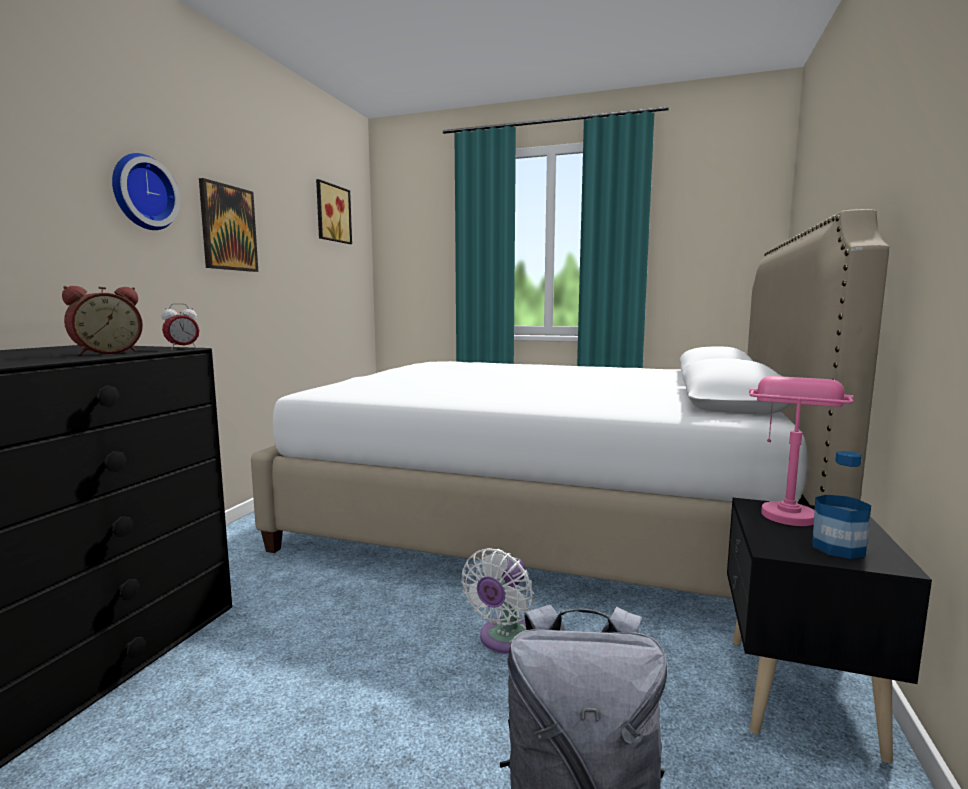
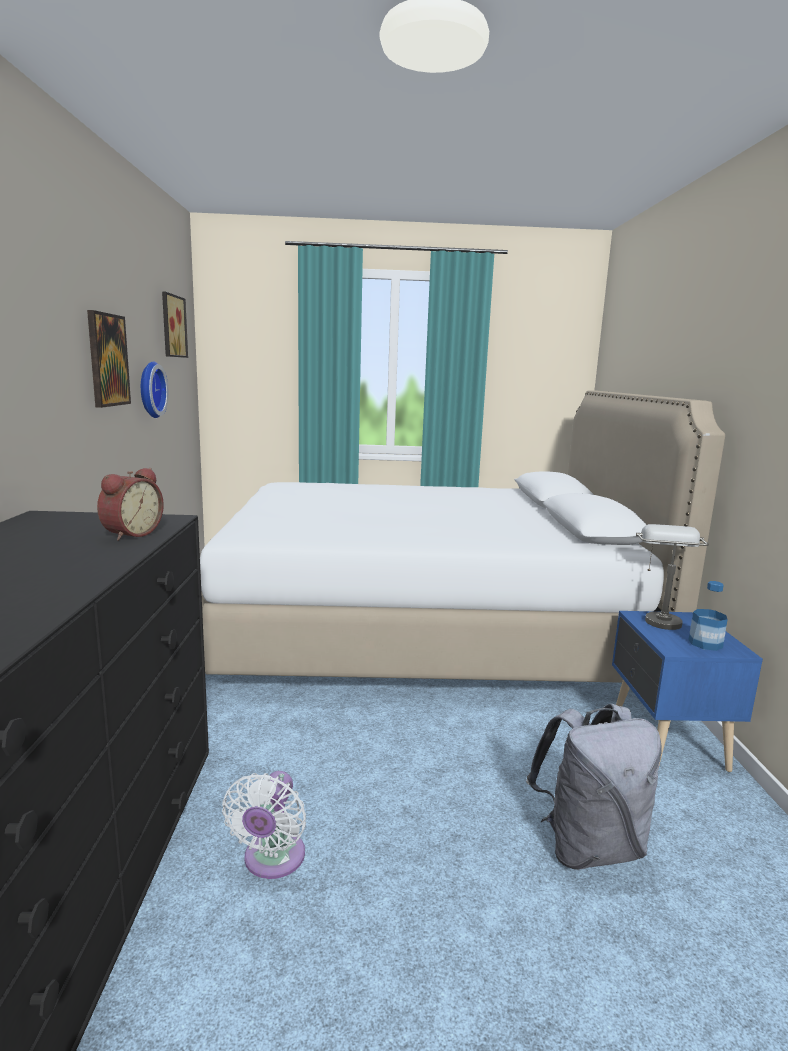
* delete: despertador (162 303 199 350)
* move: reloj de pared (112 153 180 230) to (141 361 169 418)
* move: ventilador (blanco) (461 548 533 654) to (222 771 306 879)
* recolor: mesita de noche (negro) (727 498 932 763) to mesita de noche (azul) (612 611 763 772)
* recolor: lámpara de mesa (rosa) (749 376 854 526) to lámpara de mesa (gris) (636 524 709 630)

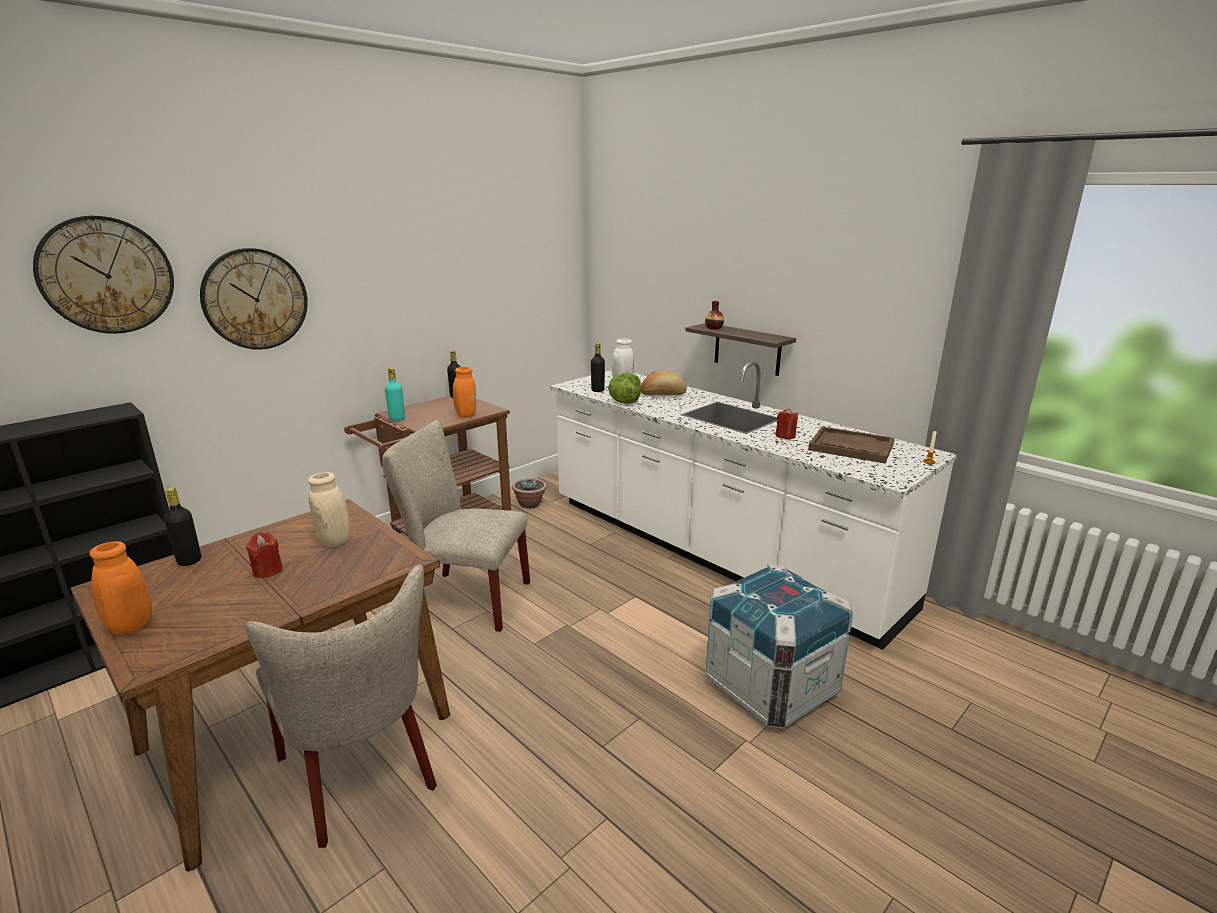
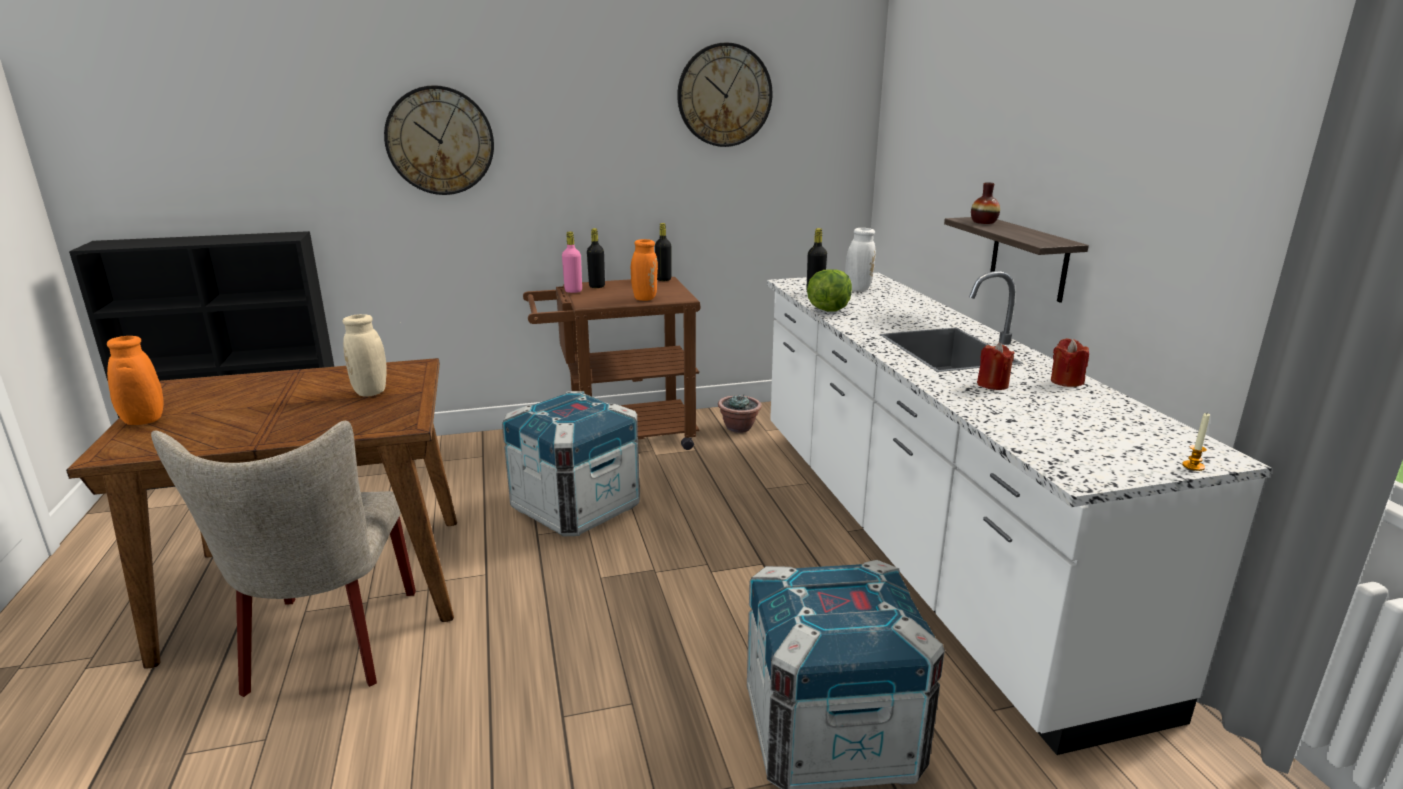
* delete: pan (641 370 687 395)
* delete: bandeja (marrón) (808 427 895 463)
* move: reloj de pared (33 216 174 334) to (677 42 773 147)
* move: botella (negro) (164 487 201 566) to (587 228 605 288)
* move: vela (rojo) (246 532 283 578) to (1051 338 1089 387)
* replace: silla (beis) (382 420 530 632) to caja de embalaje (502 391 640 537)
* recolor: botella (turquesa) (385 368 405 421) to botella (rosa) (562 231 582 293)

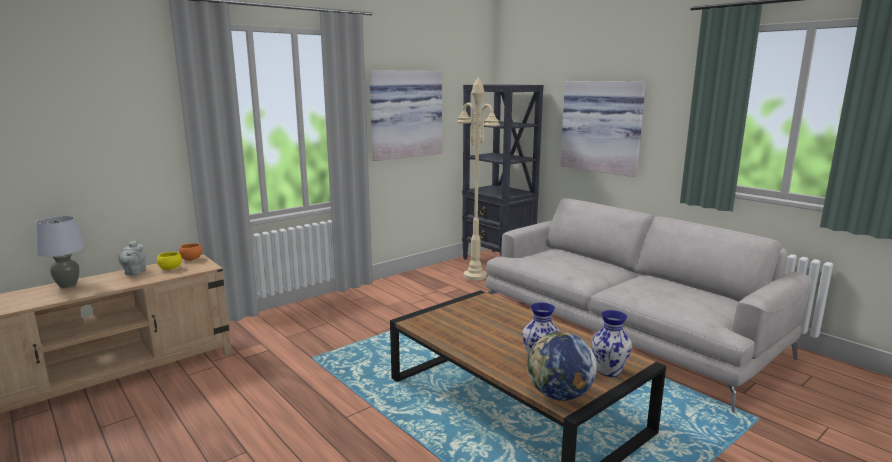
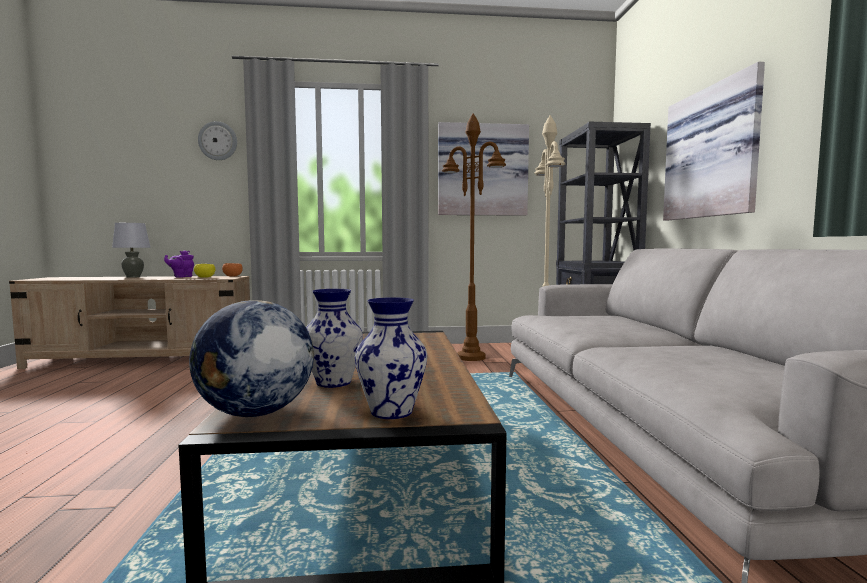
* insert: reloj de pared (198 121 237 160)
* insert: lámpara de pie (marrón) (442 113 506 361)
* recolor: tetera (gris) (118 240 146 275) to tetera (morado) (164 250 194 278)

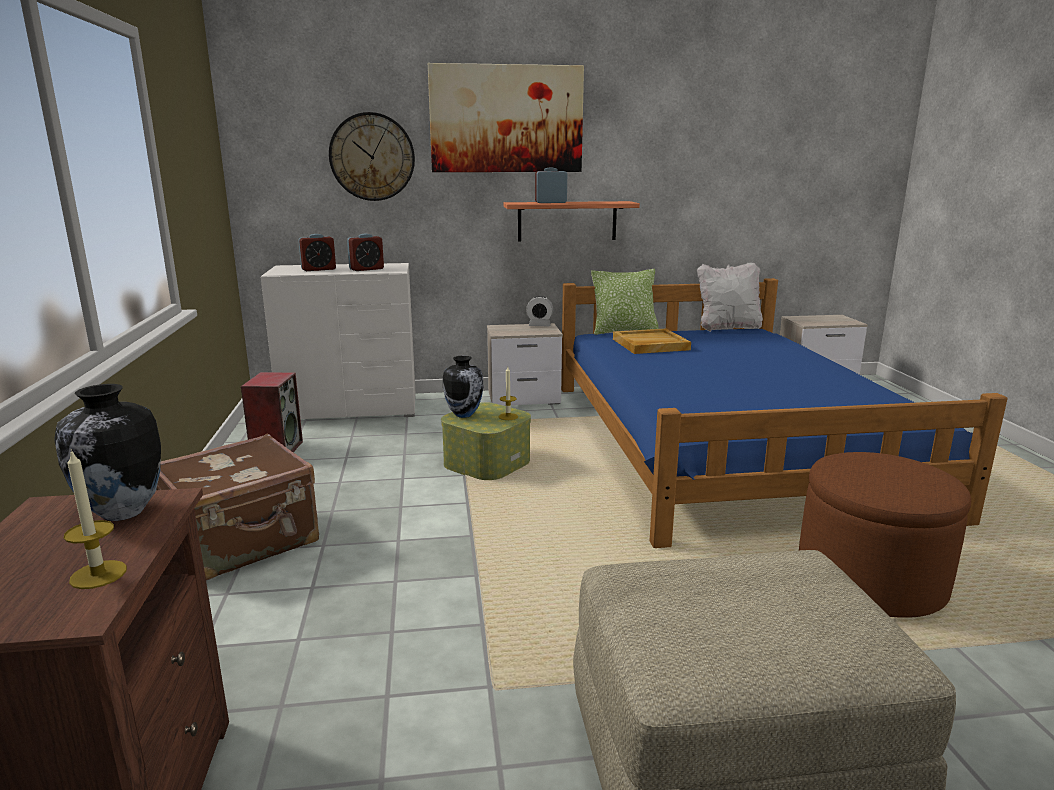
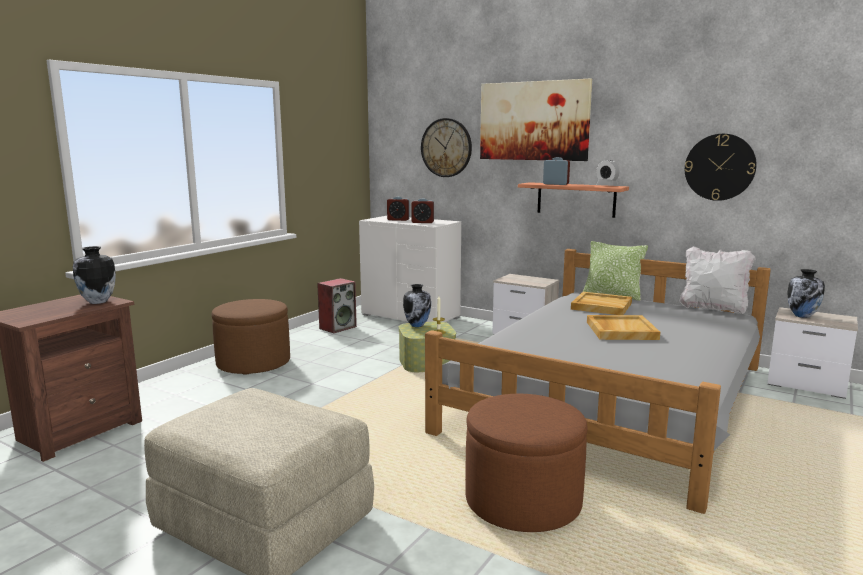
* delete: vela (64 449 127 589)
* insert: bandeja (beis) (587 315 660 340)
* insert: reloj de pared (685 134 757 201)
* insert: florero (787 269 825 318)
* move: despertador (526 296 554 326) to (596 160 619 186)
* replace: maleta (marrón) (156 434 319 581) to puf (marrón) (212 299 290 375)
* recolor: cama (azul) (561 278 1008 548) to cama (gris) (425 249 771 514)

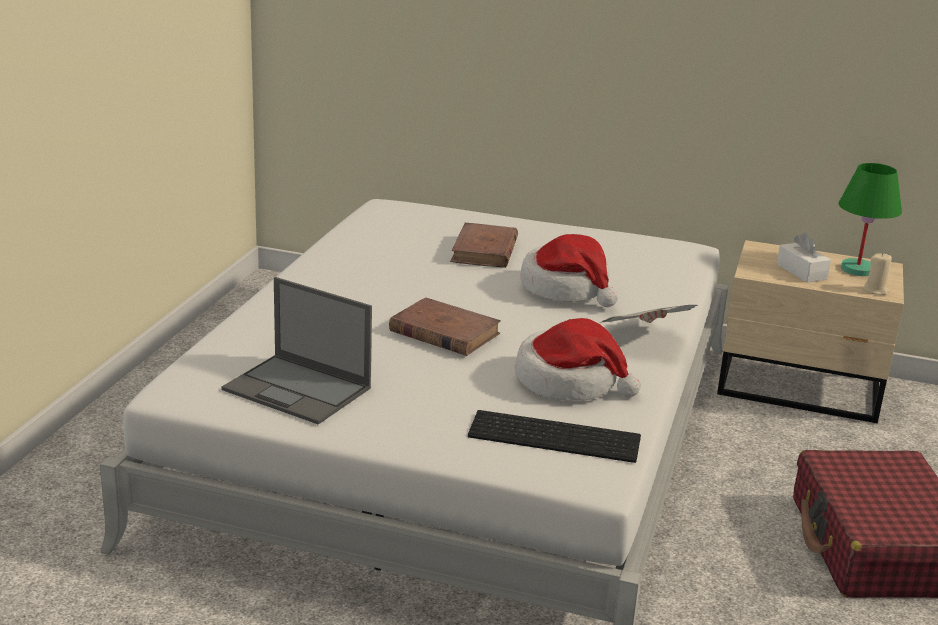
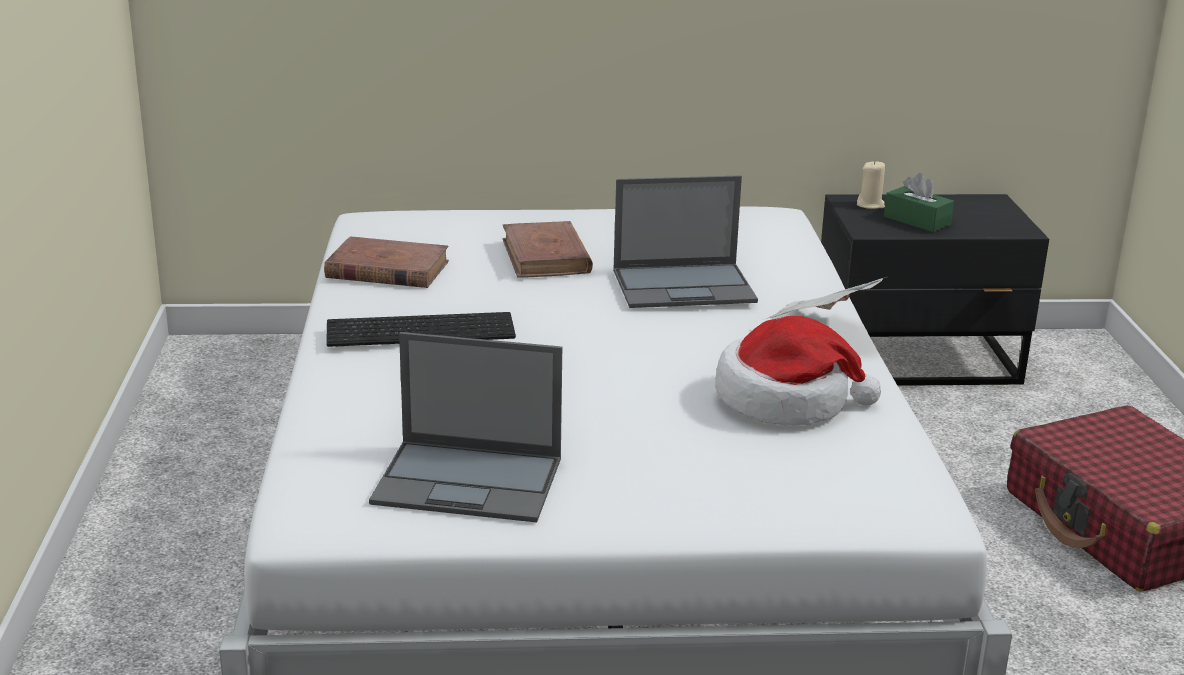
* delete: lámpara de mesa (verde) (839 163 902 276)
* move: libro (marrón) (389 297 501 356) to (324 236 449 288)
* move: teclado (468 410 641 463) to (326 312 516 347)
* move: vela (beis) (863 253 892 295) to (857 160 885 209)
* replace: sombrero (520 234 618 307) to portátil (613 175 758 308)
* recolor: mesita de noche (beis) (717 240 904 423) to mesita de noche (negro) (821 194 1049 386)
* recolor: caja de pañuelos (blanco) (777 233 831 283) to caja de pañuelos (verde) (884 173 954 232)

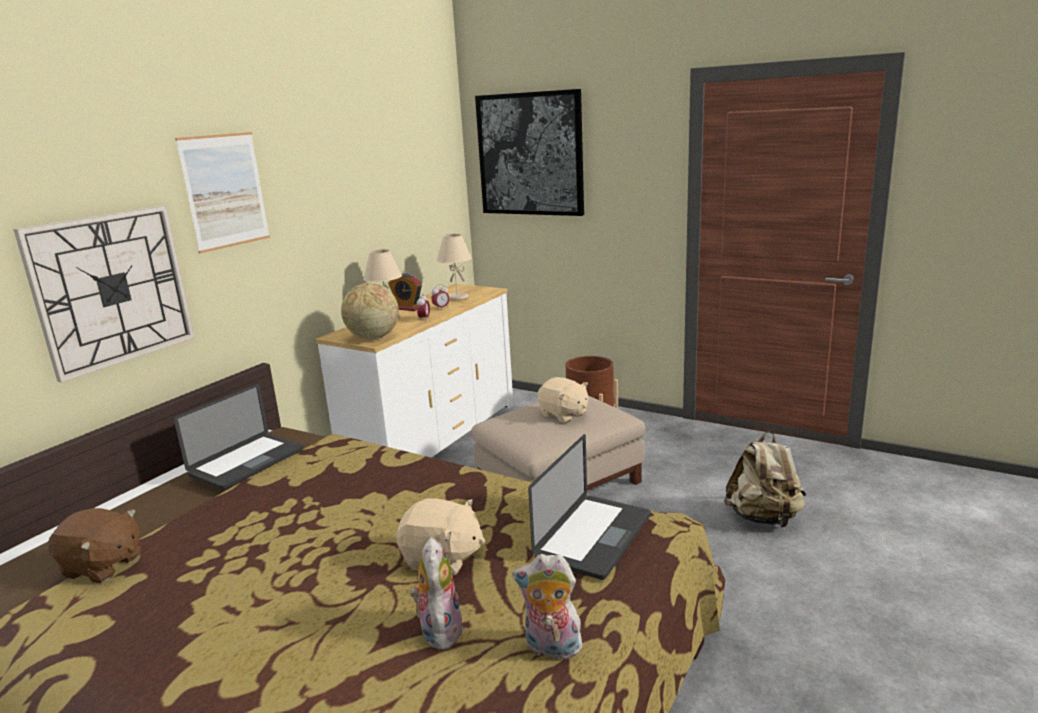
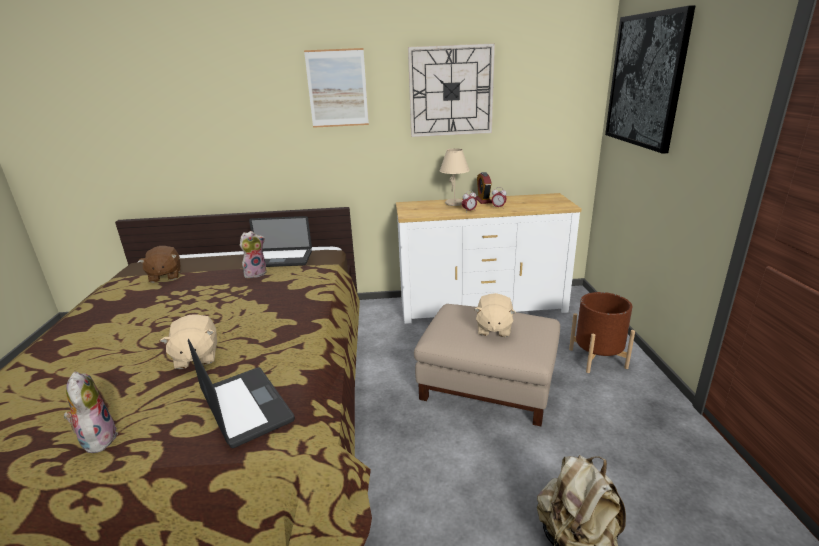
* delete: globo terráqueo (341 283 399 339)
* delete: lámpara de mesa (beis) (437 234 472 301)
* move: reloj de pared (13 206 195 383) to (408 43 495 137)
* move: peluche (410 537 463 650) to (240 231 267 278)
* rotate: portátil (528 434 651 580) = (188 339 295 448) 120 degrees counterclockwise

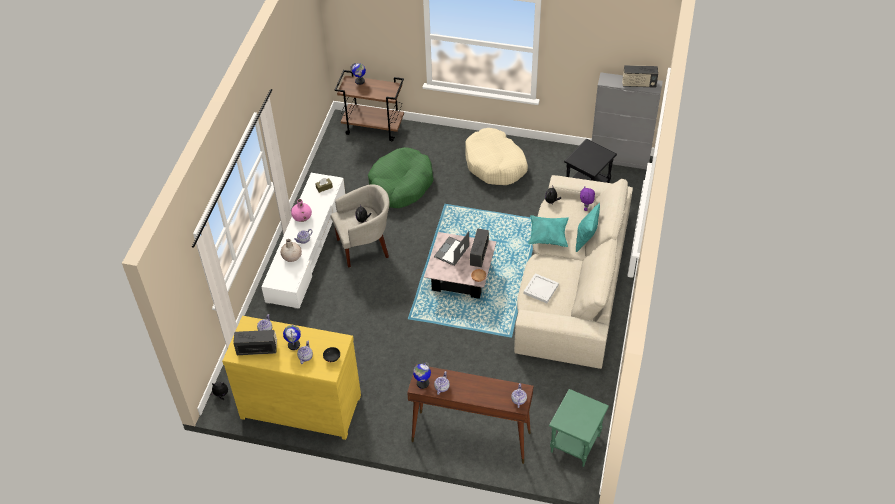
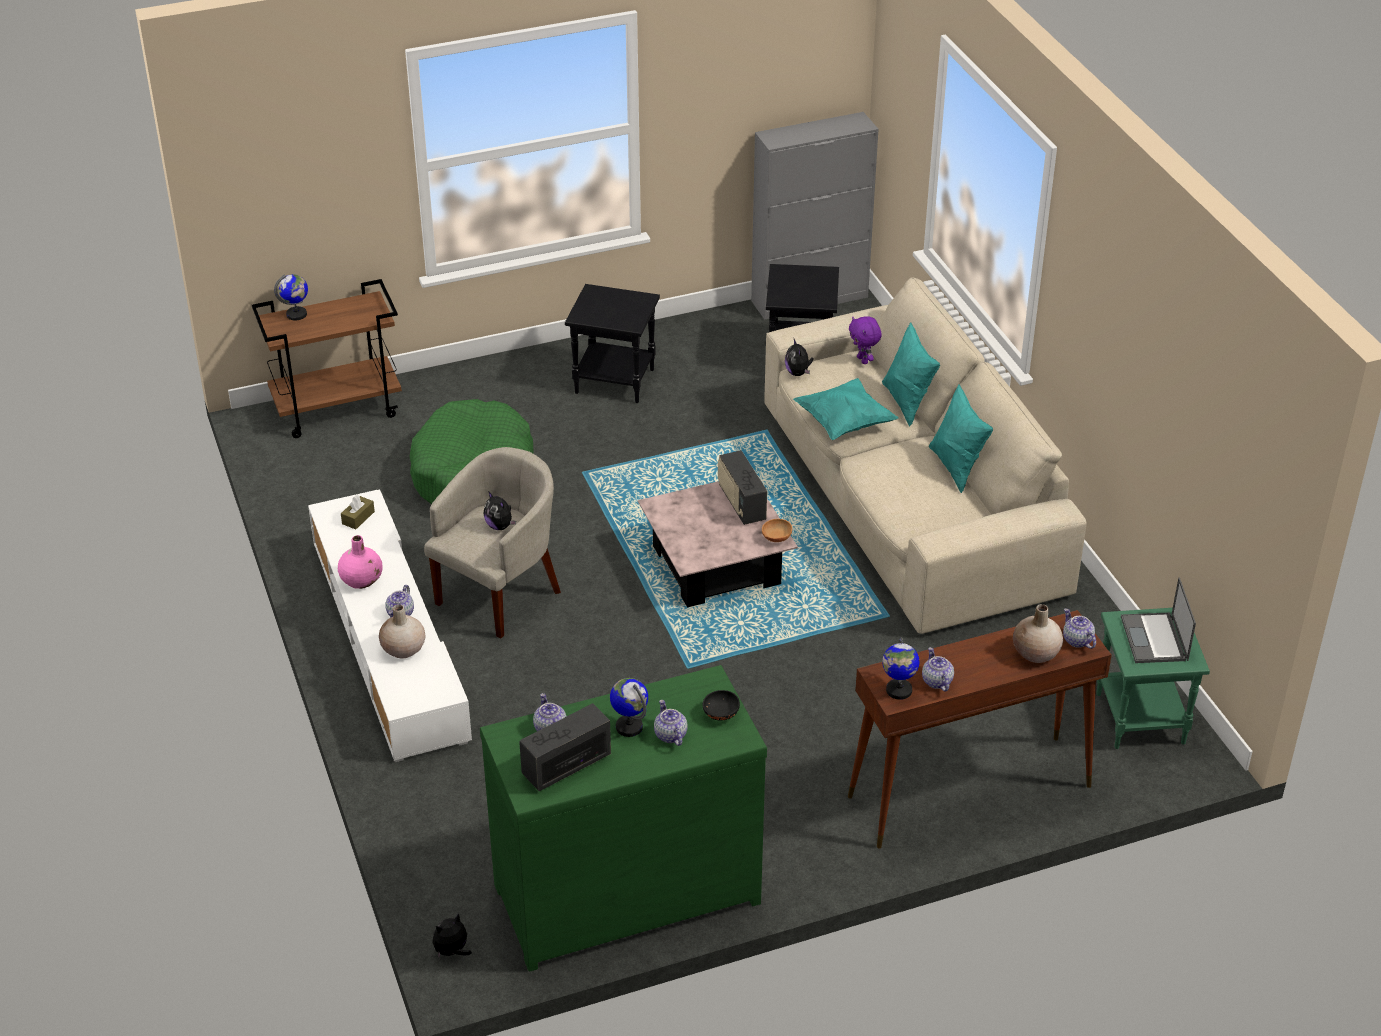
* delete: bandeja (blanco) (523 273 559 303)
* delete: radio (622 65 658 88)
* insert: cojín (turquesa) (929 384 993 493)
* insert: florero (beis) (1013 604 1063 663)
* move: portátil (434 231 469 266) to (1121 577 1196 663)
* replace: cama para perro (beis) (465 128 528 185) to mesa auxiliar (negro) (565 284 660 403)
* recolor: cómoda (amarillo) (222 316 361 440) to cómoda (verde) (480 665 767 972)

